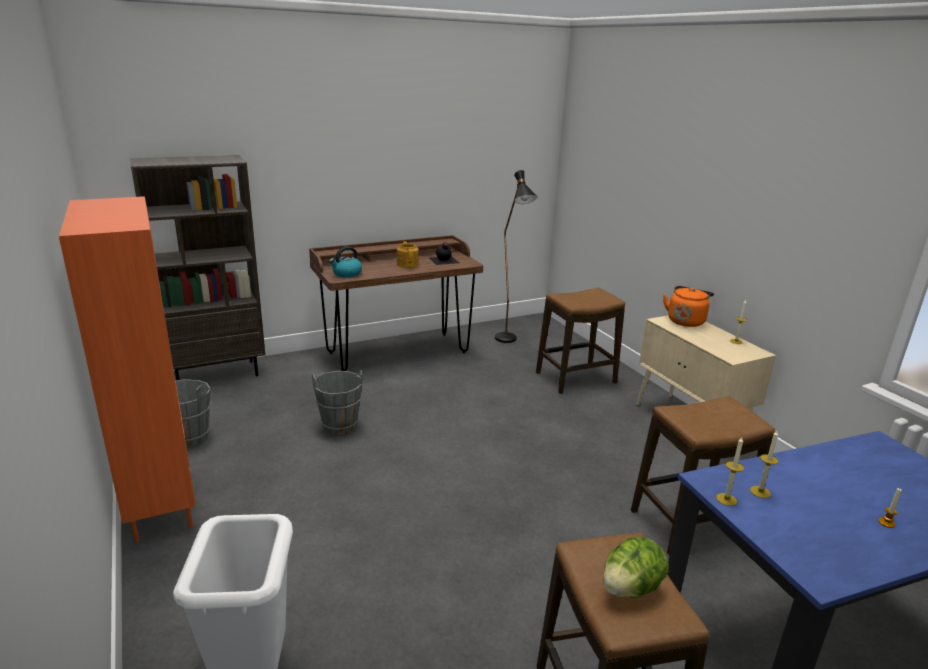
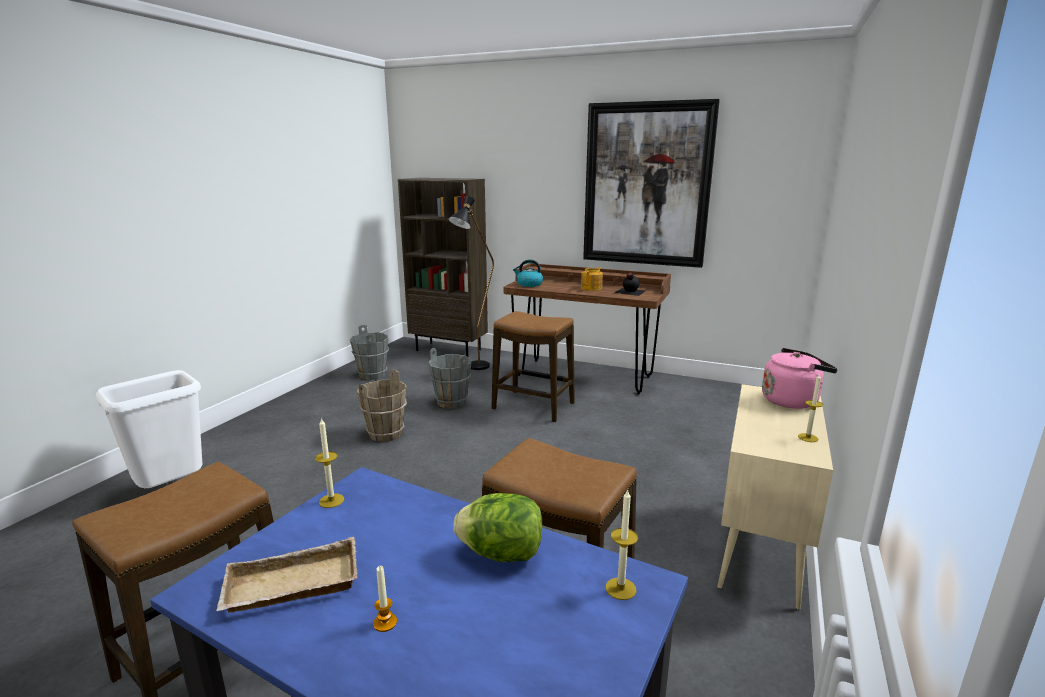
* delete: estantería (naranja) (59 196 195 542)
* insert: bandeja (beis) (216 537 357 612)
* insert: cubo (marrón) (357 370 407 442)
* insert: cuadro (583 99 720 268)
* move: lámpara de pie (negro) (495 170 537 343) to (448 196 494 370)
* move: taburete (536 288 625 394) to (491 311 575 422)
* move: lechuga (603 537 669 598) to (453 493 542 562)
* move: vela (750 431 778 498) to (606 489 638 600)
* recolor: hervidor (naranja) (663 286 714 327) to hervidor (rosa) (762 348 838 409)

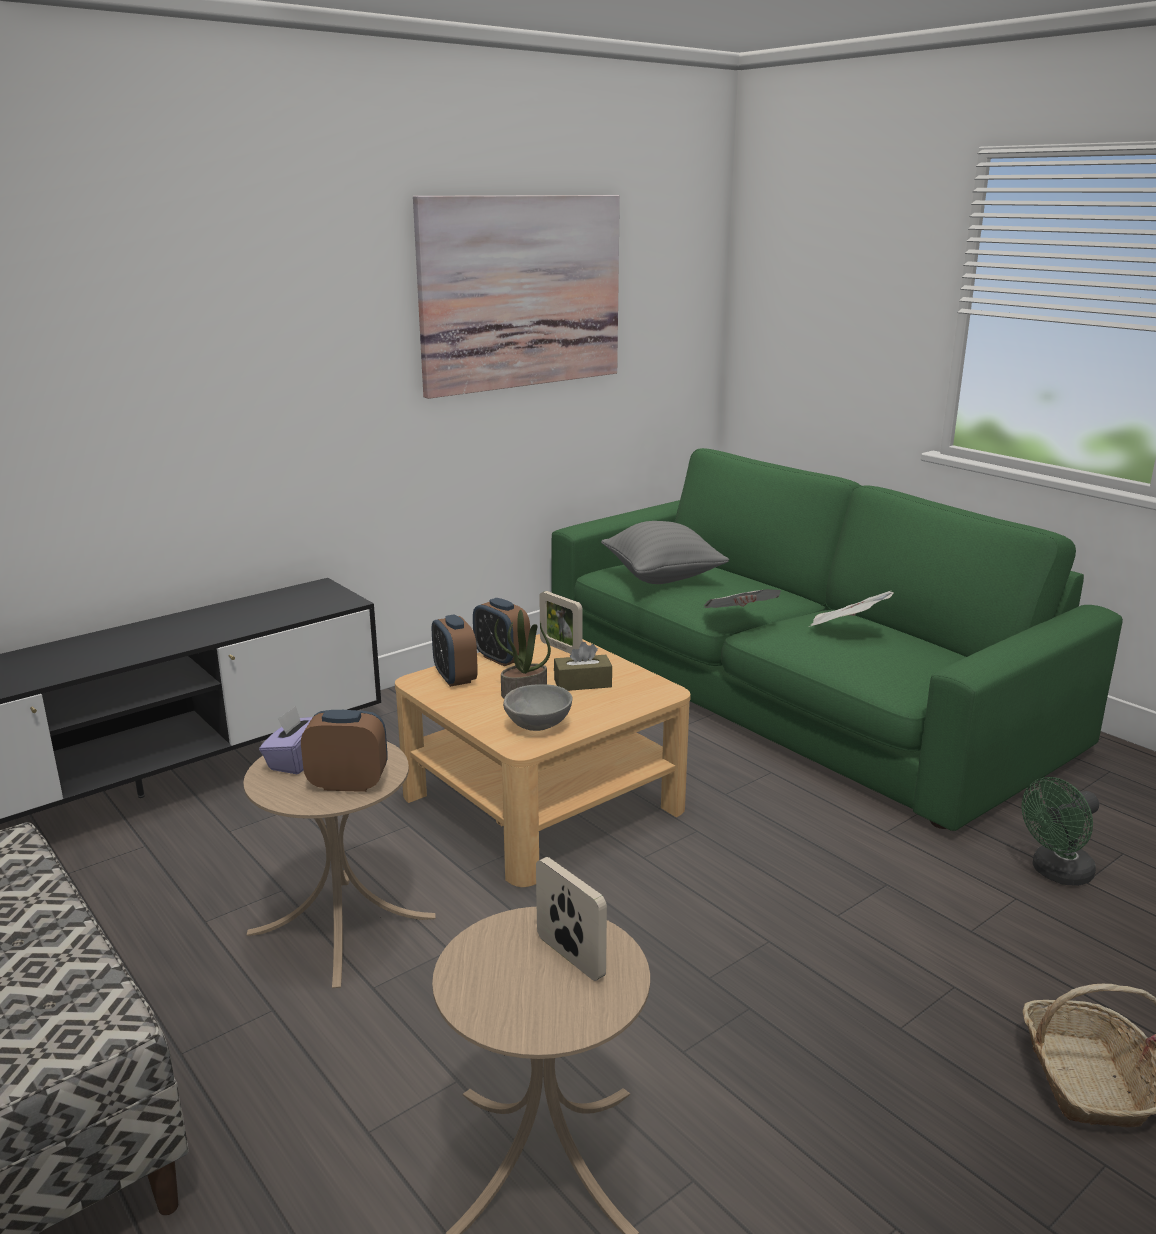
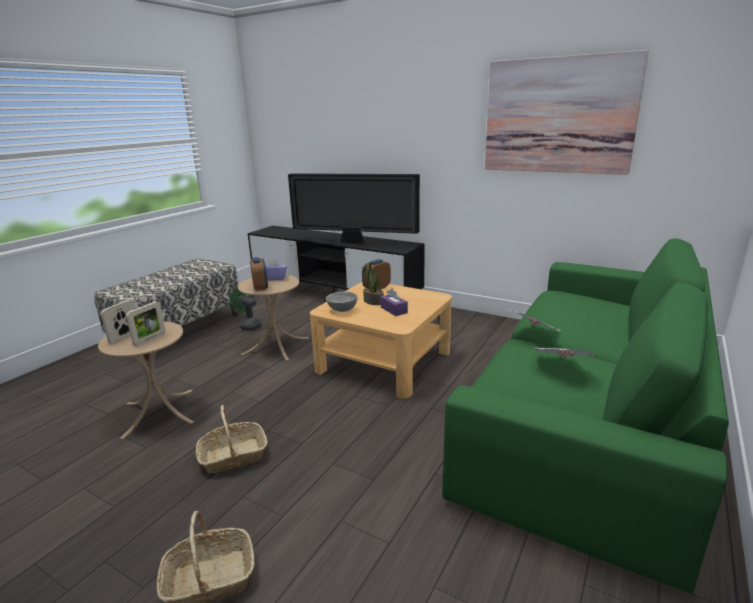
* delete: despertador (473 598 530 666)
* delete: cojín (gris) (601 521 729 584)
* insert: cesta (196 405 267 473)
* insert: televisor (288 173 420 245)
* move: portarretratos (539 591 582 654) to (101 299 136 343)
* move: ventilador (verde) (1021 777 1099 886) to (229 287 262 331)
* recolor: caja de pañuelos (marrón) (554 642 612 691) to caja de pañuelos (morado) (381 288 408 316)

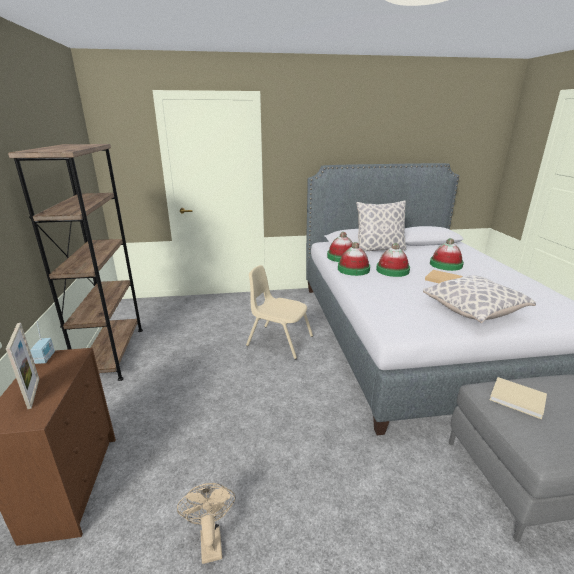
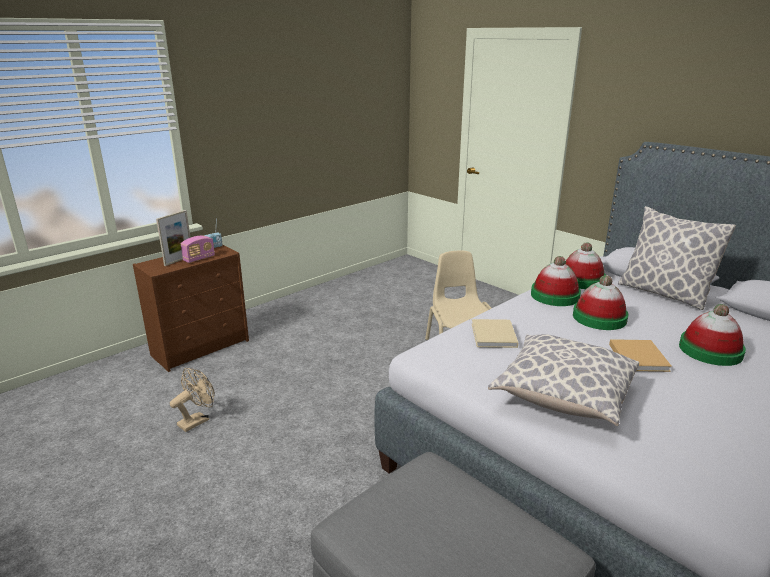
* delete: estantería (marrón) (8 144 143 381)
* insert: radio (181 236 215 263)
* move: libro (beis) (490 377 547 419) to (472 319 518 348)

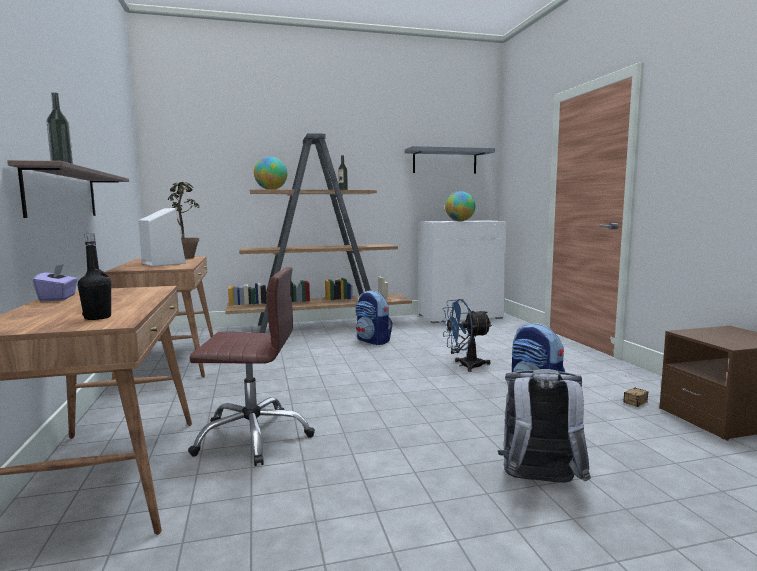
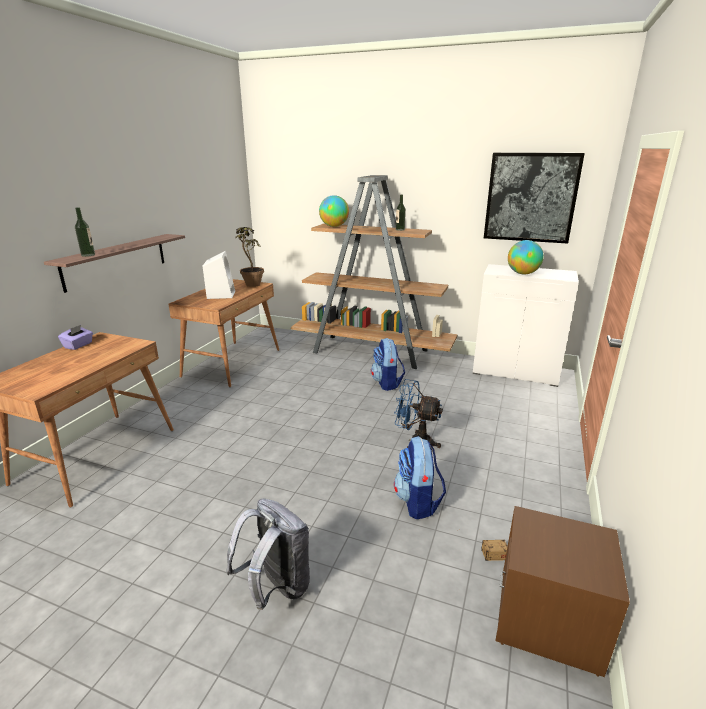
* delete: botella (negro) (78 234 111 320)
* delete: silla de oficina (marrón) (188 267 315 466)
* replace: estante (gris) (405 146 495 174) to cuadro (484 153 585 244)

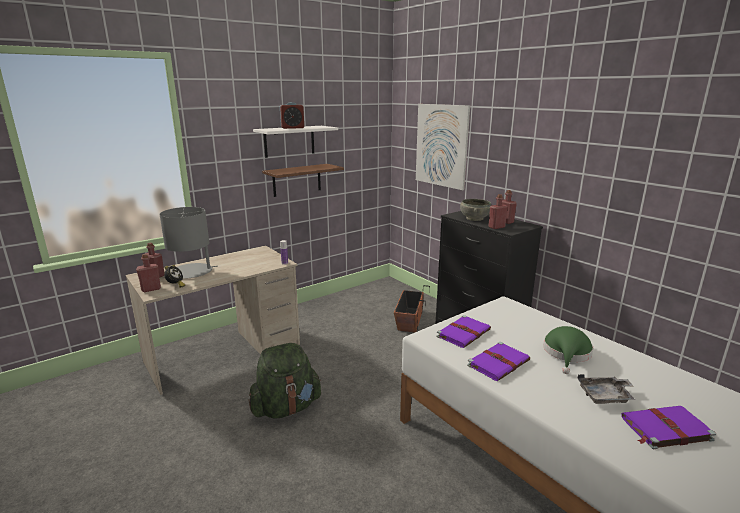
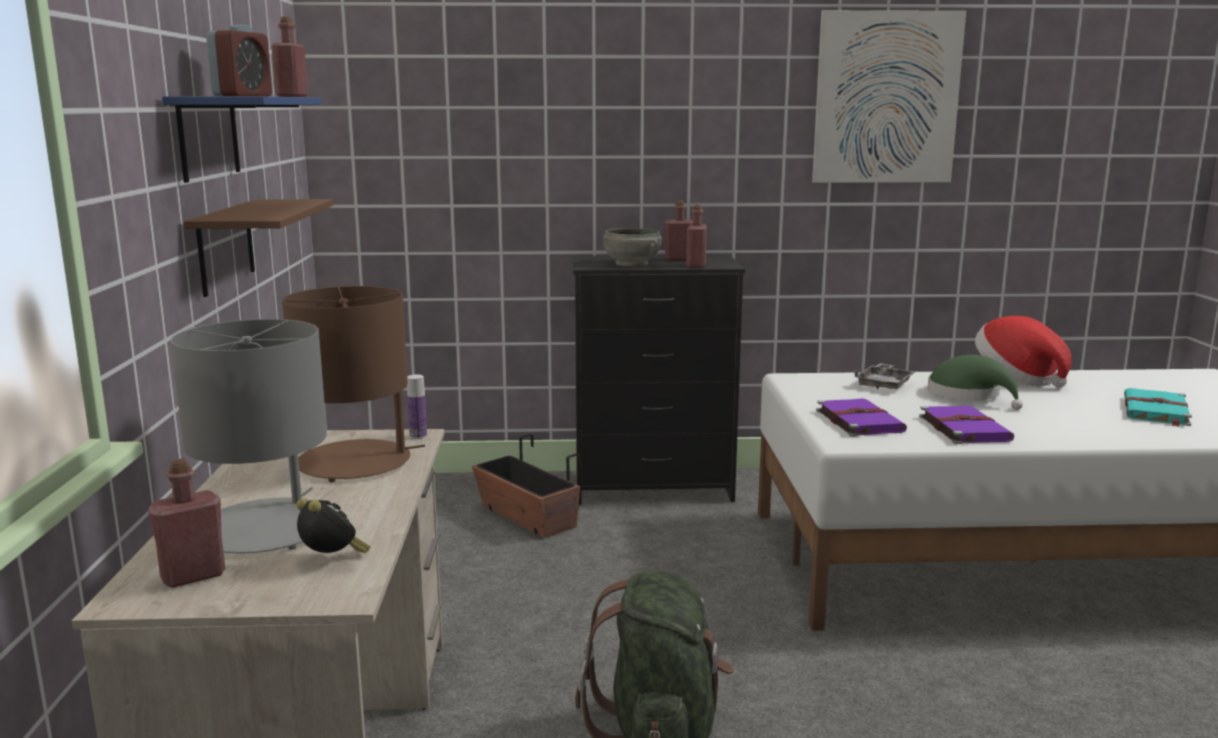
* insert: lámpara de mesa (marrón) (282 286 425 482)
* insert: sombrero (975 316 1071 388)
* move: botella (rojo) (136 254 161 293) to (271 17 308 97)
* move: cuadro (416 104 470 190) to (812 10 966 183)
* move: bandeja (gris) (578 374 635 404) to (854 363 916 389)
* recolor: estante (blanco) (253 126 338 158) to estante (azul) (162 96 322 183)
* recolor: libro (morado) (621 406 716 449) to libro (turquesa) (1124 388 1192 427)

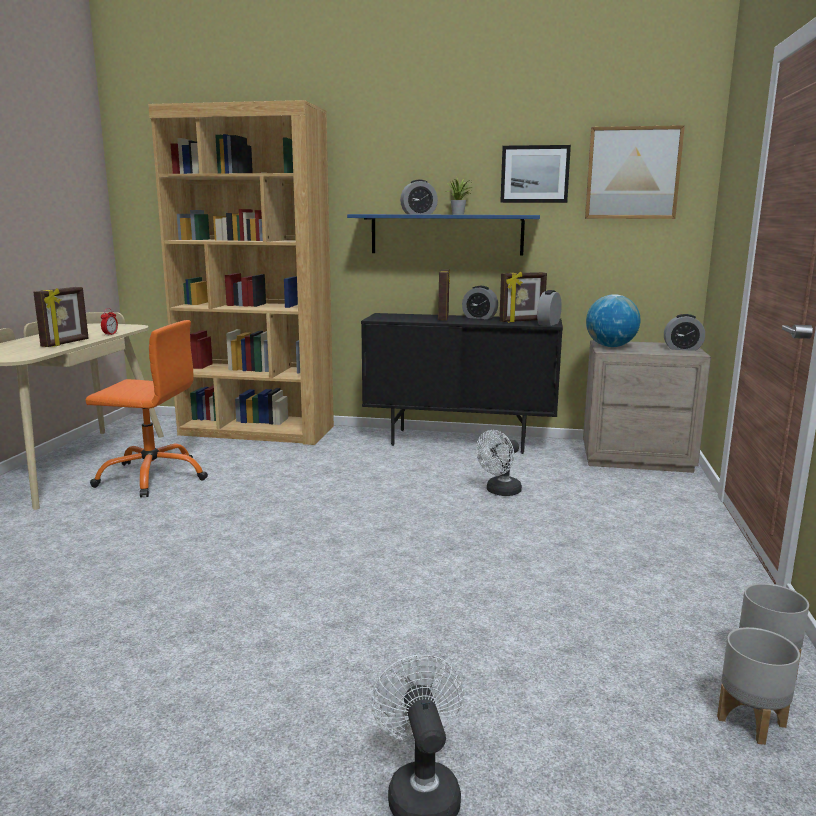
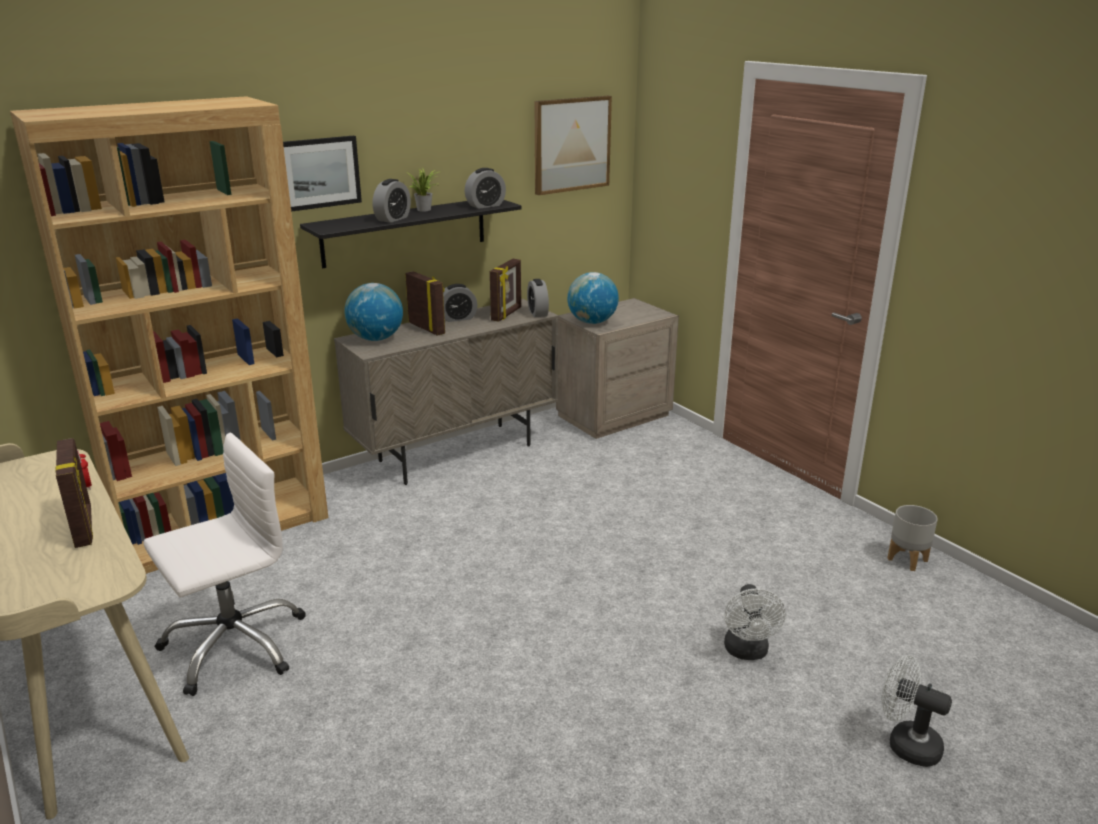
* delete: maceta (gris) (717 627 800 745)
* insert: globo terráqueo (344 283 403 341)
* move: ventilador (blanco) (476 430 522 496) to (724 584 785 660)
* move: cuadro (500 145 571 203) to (283 136 362 212)
* move: despertador (664 314 705 351) to (465 168 506 209)
* recolor: silla de oficina (naranja) (86 320 208 498) to silla de oficina (blanco) (143 433 306 696)
* recolor: estante (azul) (347 214 540 255) to estante (negro) (300 200 522 268)
* recolor: armario (negro) (361 313 563 454) to armario (beis) (334 299 558 485)

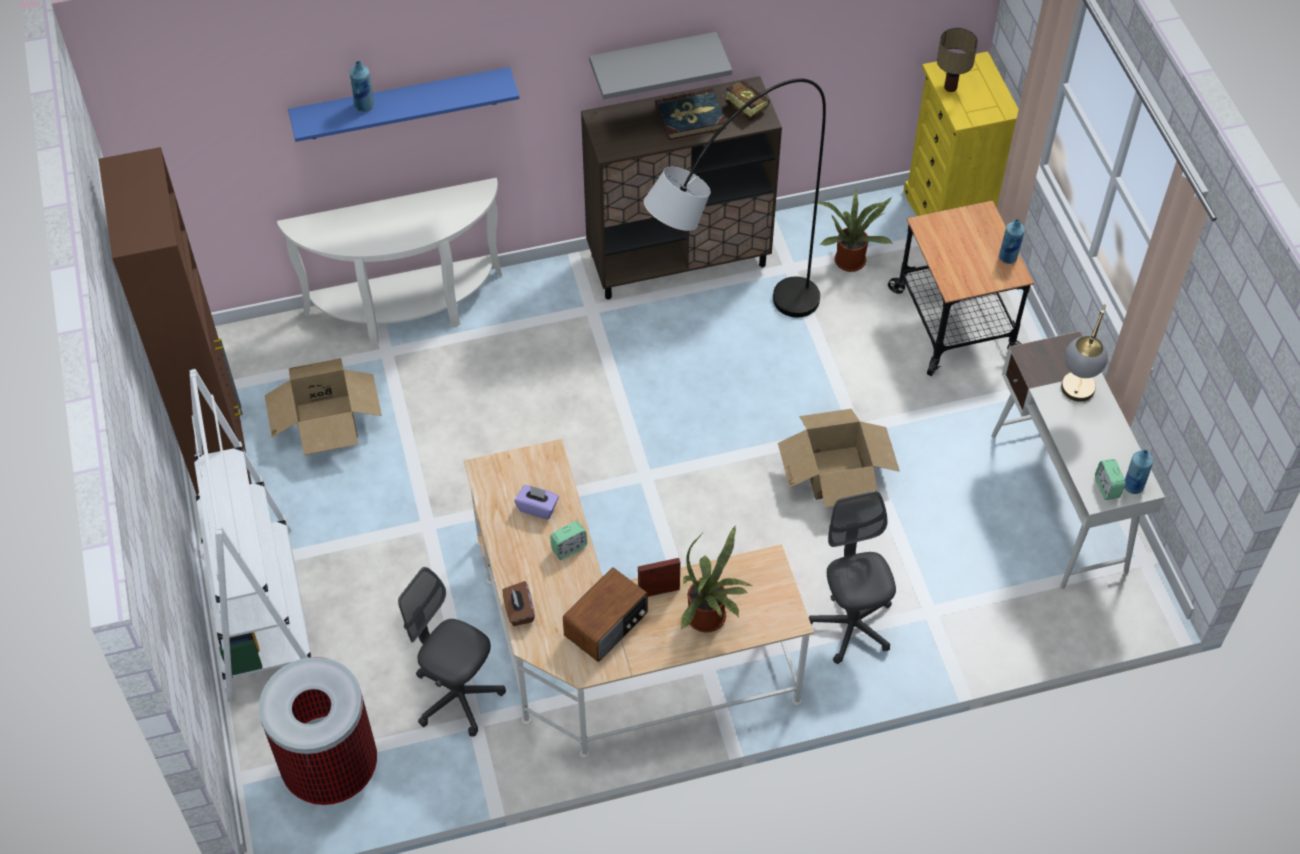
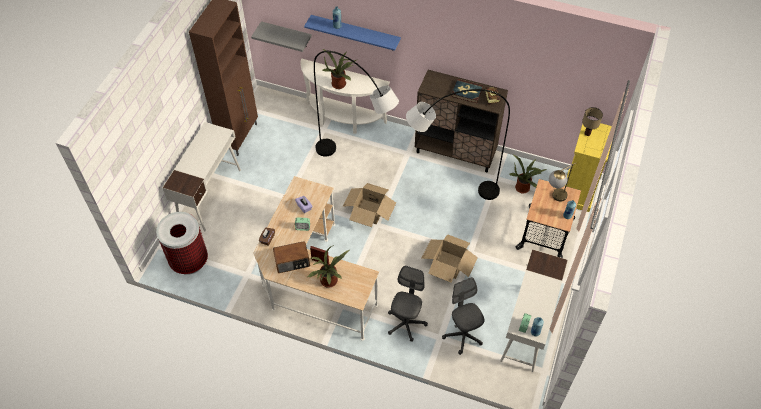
* insert: lámpara de pie (gris) (314 51 399 157)
* insert: planta en maceta (323 49 356 89)
* move: caja de cartón (265 358 382 455) to (342 183 396 227)
* move: silla de oficina (gris) (398 567 506 737) to (442 277 485 355)
* move: estante (gris) (589 32 732 100) to (251 21 312 52)
* move: lámpara de mesa (1061 305 1108 402) to (549 163 576 202)
* replace: estantería (blanco) (189 369 312 702) to escritorio (blanco) (163 122 241 231)

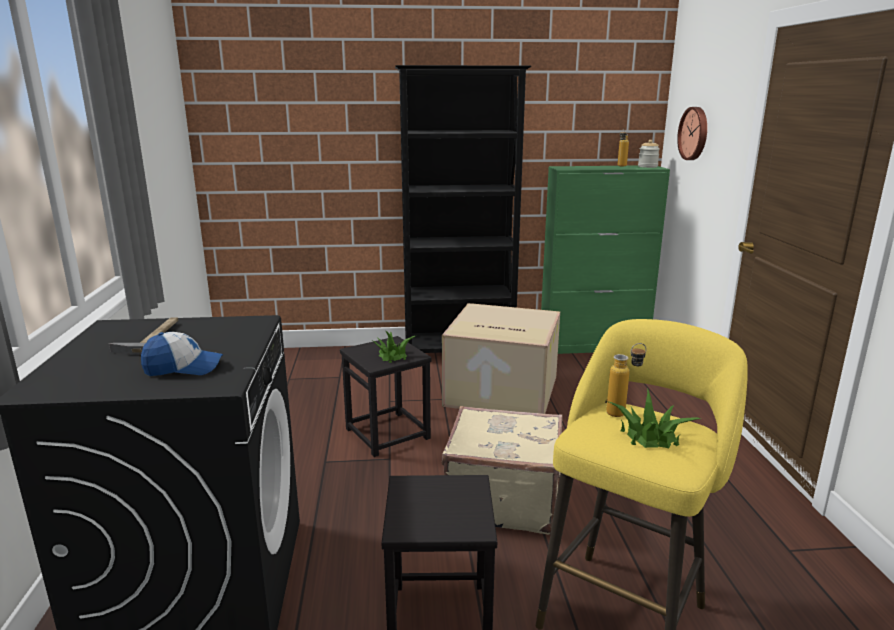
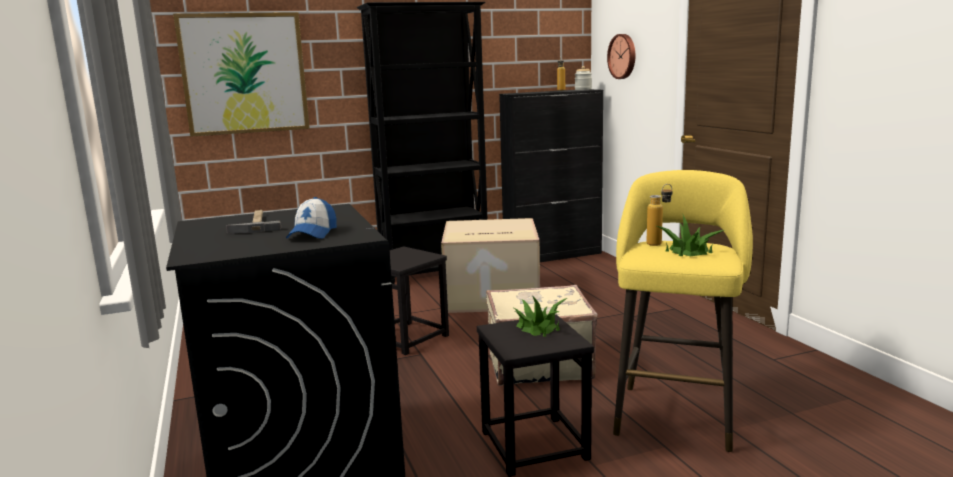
* insert: cuadro (173 12 310 137)
* move: planta en maceta (373 330 415 363) to (514 296 567 337)
* recolor: armario (verde) (541 166 670 354) to armario (negro) (499 89 603 262)
* rotate: gorra (141 332 223 376) = (286 197 337 239) 120 degrees clockwise

